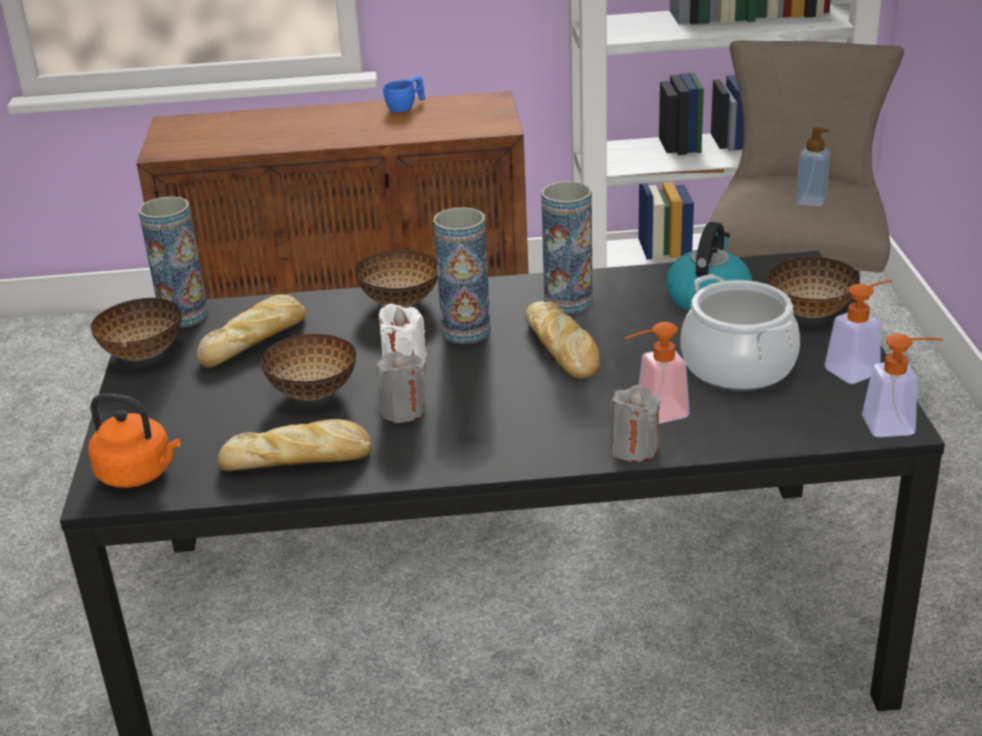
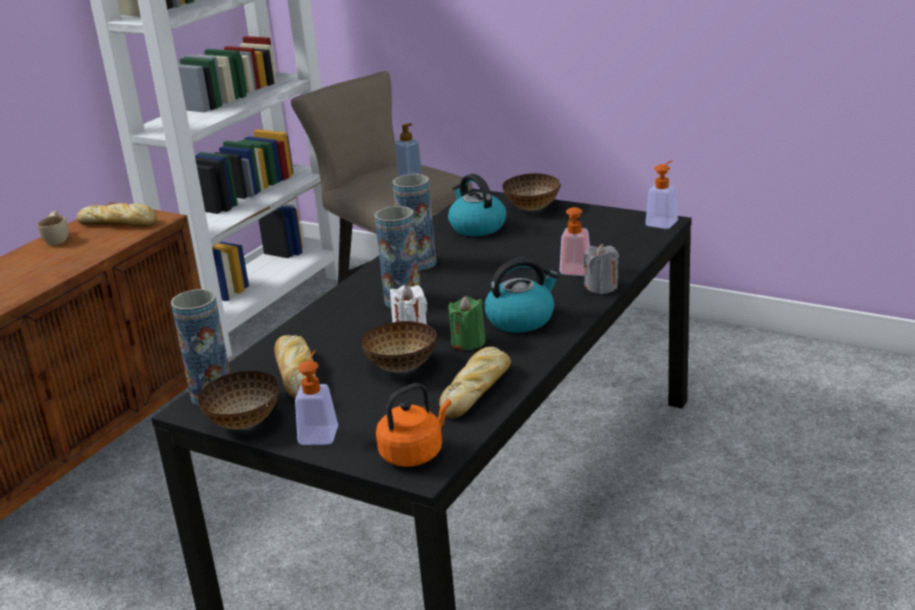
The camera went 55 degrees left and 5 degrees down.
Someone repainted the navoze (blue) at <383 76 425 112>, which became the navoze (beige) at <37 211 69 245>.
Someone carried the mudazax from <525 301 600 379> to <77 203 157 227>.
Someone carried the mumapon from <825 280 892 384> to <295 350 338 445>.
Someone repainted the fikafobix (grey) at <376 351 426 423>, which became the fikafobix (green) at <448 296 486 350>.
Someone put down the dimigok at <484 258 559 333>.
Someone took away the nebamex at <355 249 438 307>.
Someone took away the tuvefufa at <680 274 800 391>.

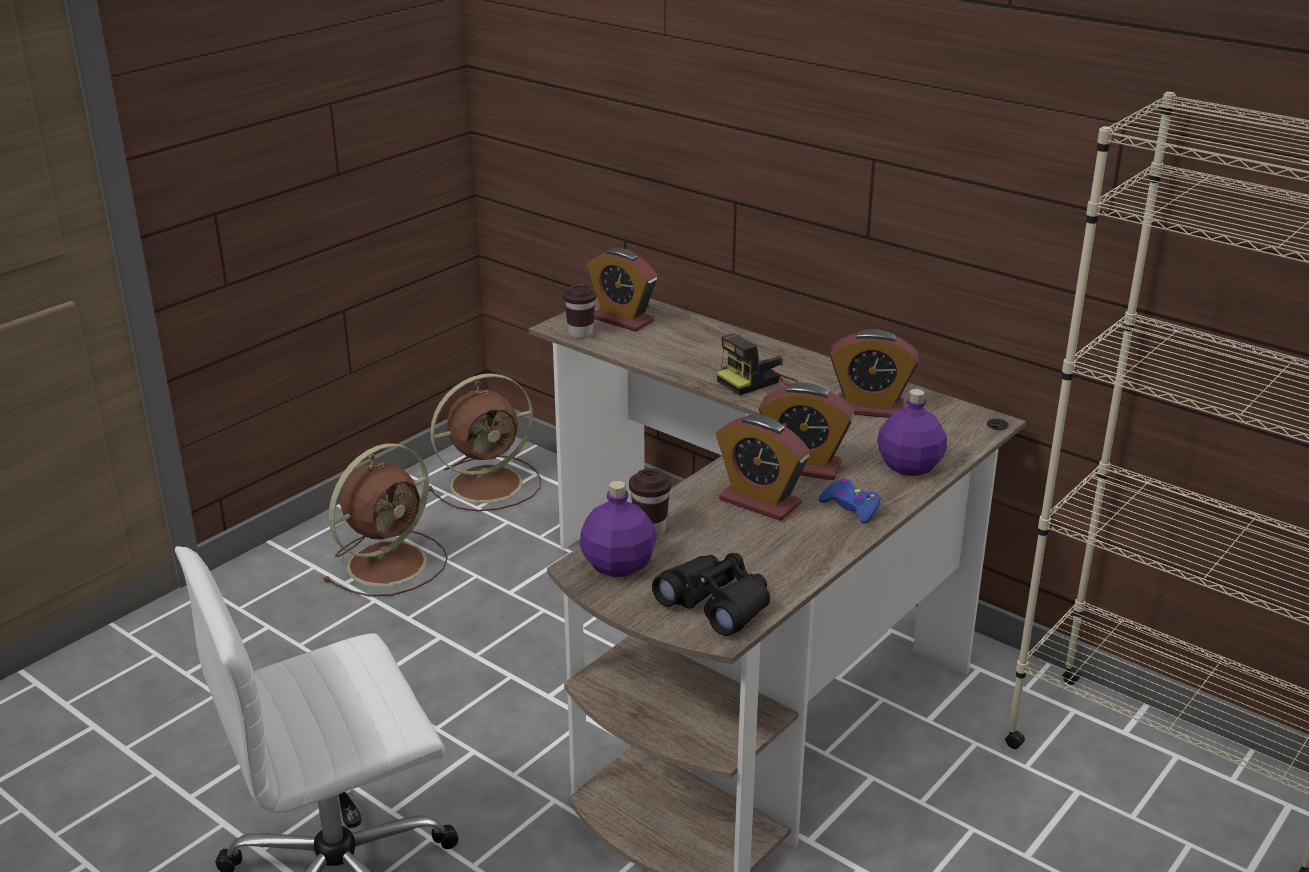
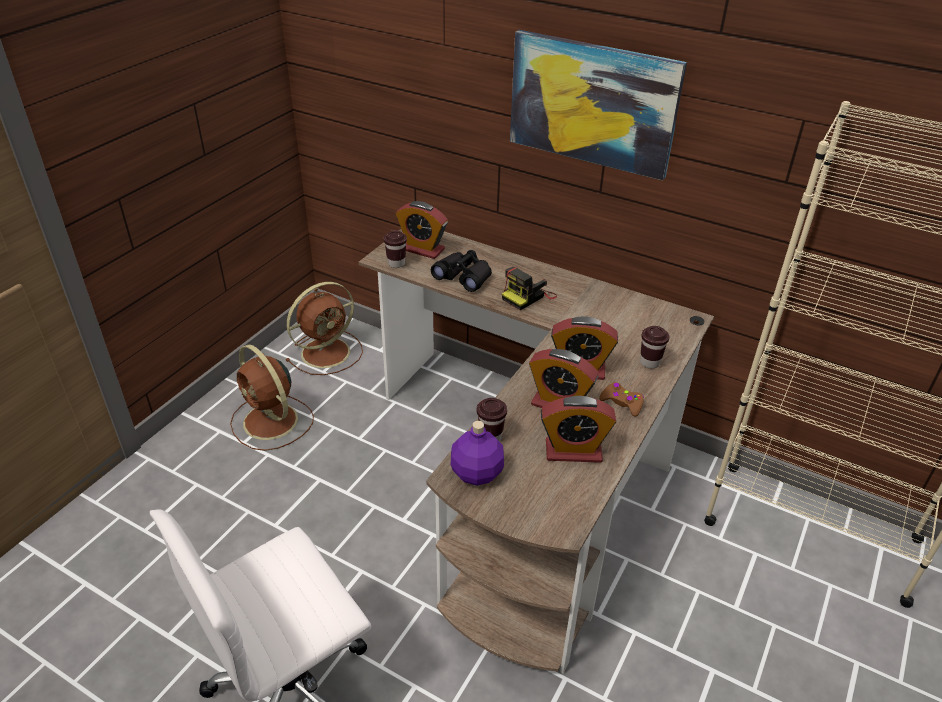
The camera went 10 degrees left and 10 degrees up.
Someone rotated the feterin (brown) at <323 443 448 597> by 105 degrees clockwise.
Someone carried the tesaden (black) from <652 553 770 636> to <431 250 492 292>.
Someone put up the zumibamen at <510 30 687 181>.
Someone carried the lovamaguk from <830 329 919 418> to <541 396 616 463>.
Someone repainted the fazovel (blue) at <819 478 881 523>, which became the fazovel (brown) at <599 382 644 417>.
Someone swapped the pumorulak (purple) at <877 389 947 476> for the navoze (brown) at <640 326 669 369>.

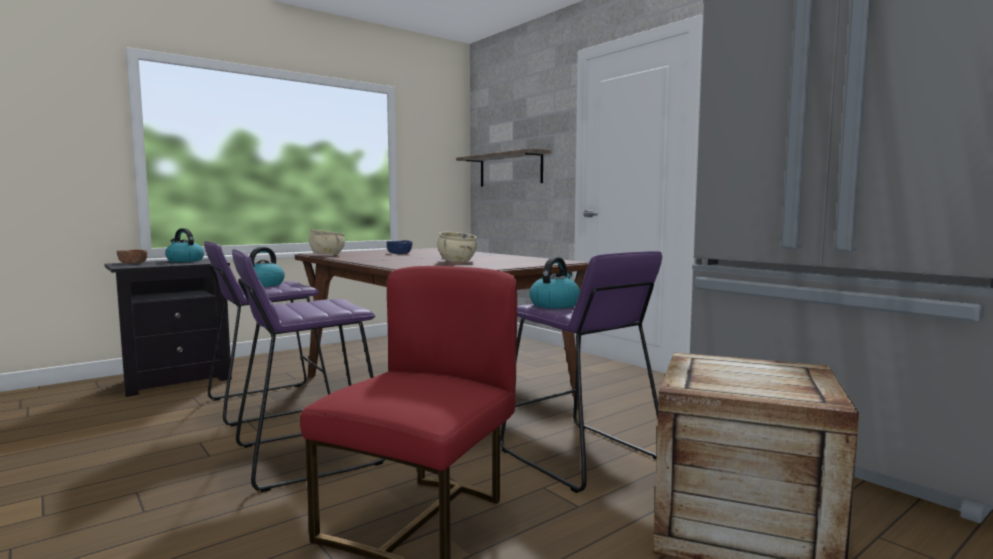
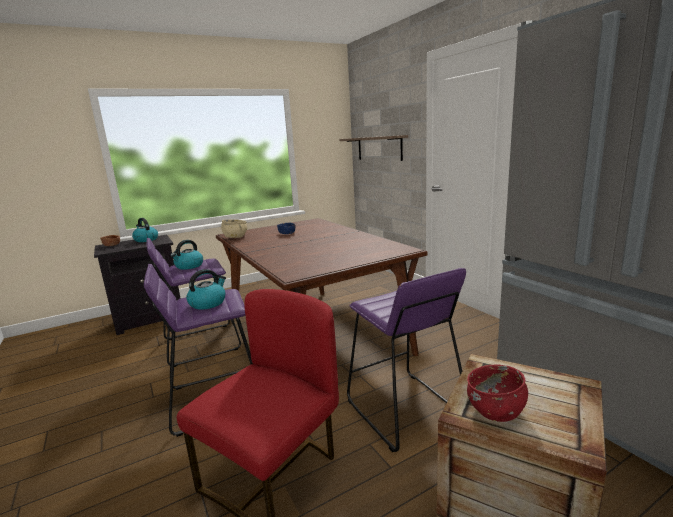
The camera went 10 degrees right and 10 degrees up.
Someone carried the dimigok from <529 257 580 309> to <186 269 226 310>.
Someone put down the nebamex (red) at <467 365 528 422>.
Someone took away the nebamex (beige) at <437 231 477 262>.

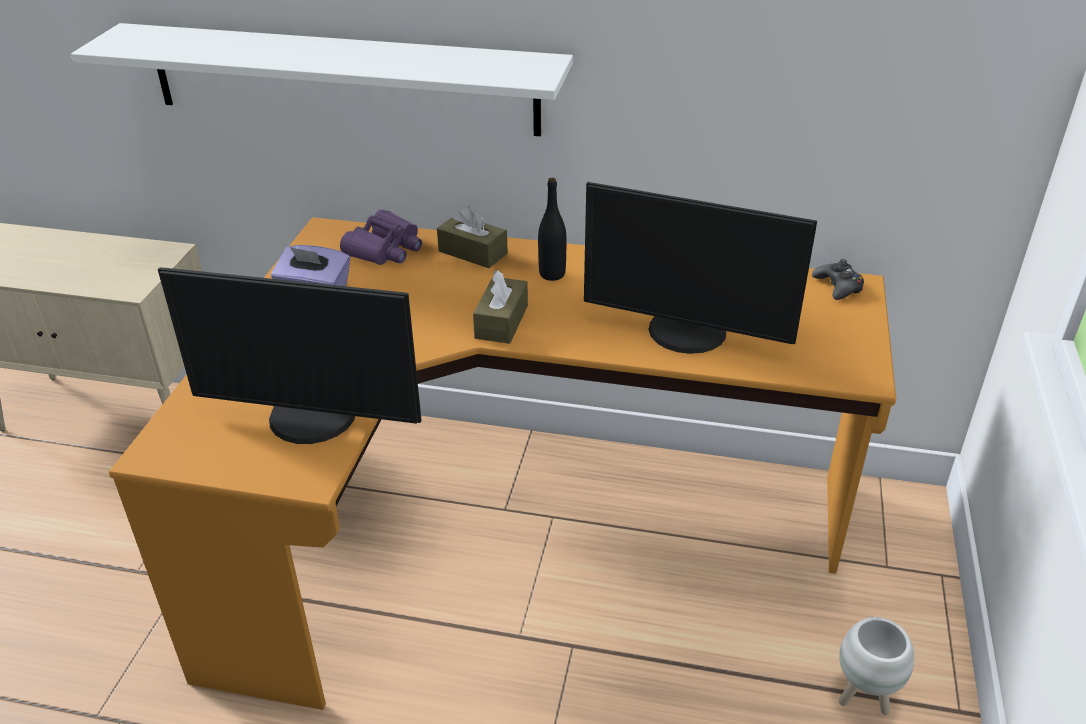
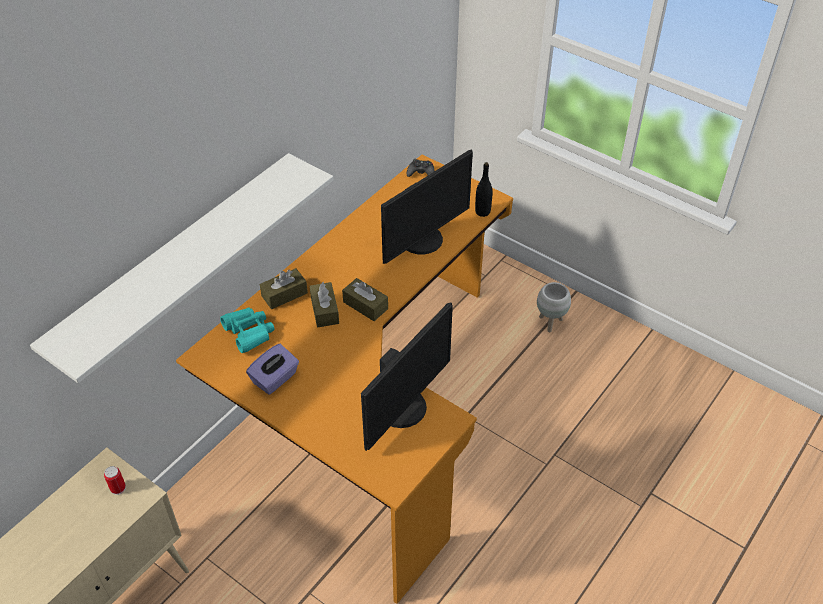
The camera went 65 degrees left and 10 degrees up.
Someone put down the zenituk at <104 466 126 495>.
Someone repainted the tesaden (purple) at <340 209 422 265>, which became the tesaden (turquoise) at <220 307 275 353>.
Someone put down the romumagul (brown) at <310 282 339 327>.
Someone carried the pumorulak (black) from <538 178 566 281> to <475 162 493 217>.

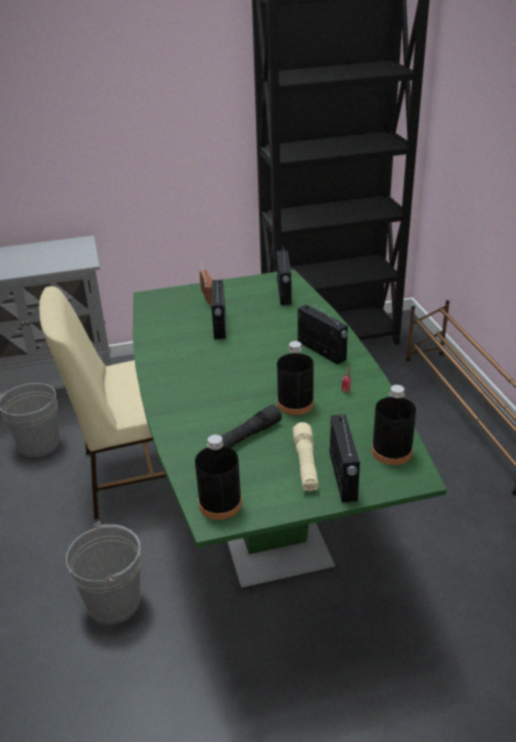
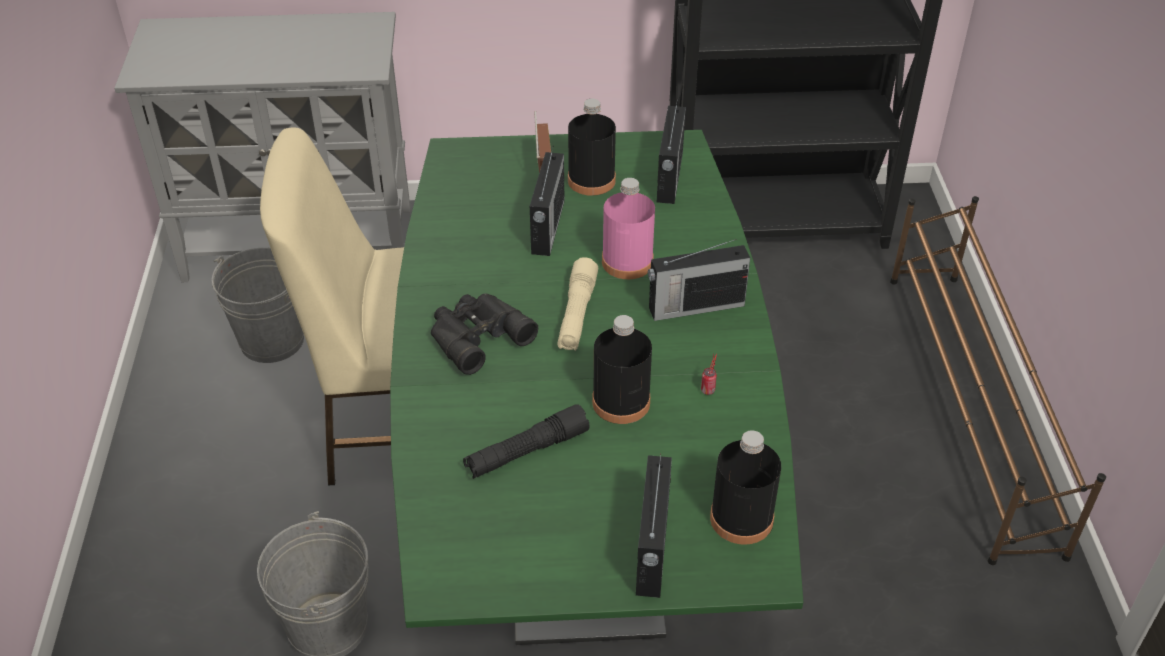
The camera went 10 degrees right and 10 degrees up.
Someone put down the tesaden (black) at <431 293 538 375>.
Someone carried the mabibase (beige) from <293 422 319 491> to <557 257 598 351>.
Someone carried the pumorulak (black) from <195 435 242 520> to <568 99 616 196>.
Someone put down the pumorulak (pink) at <602 178 655 279>.
Someone rotated the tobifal at <298 301 348 365> by 105 degrees clockwise.

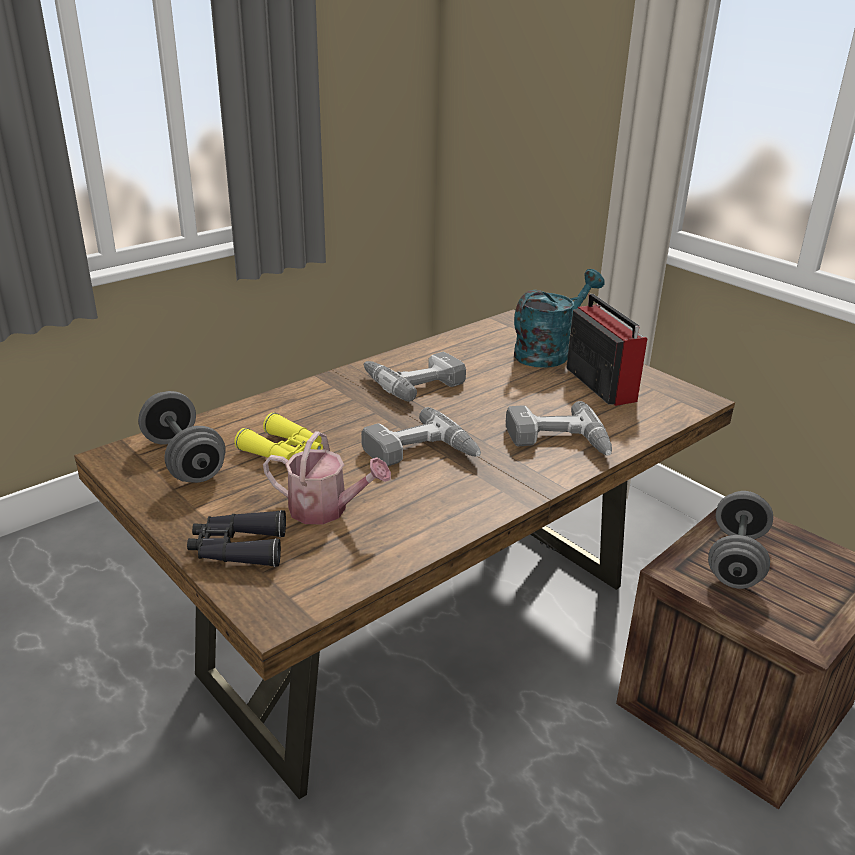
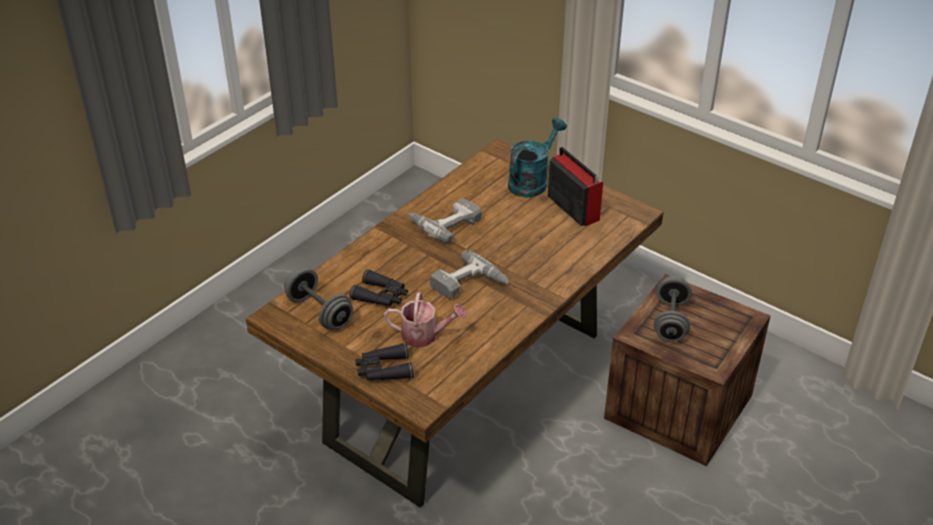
The camera went 10 degrees left and 10 degrees up.
Someone repainted the tesaden (yellow) at <234 413 323 460>, which became the tesaden (black) at <350 269 408 307>.
Someone took away the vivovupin at <506 401 612 455>.

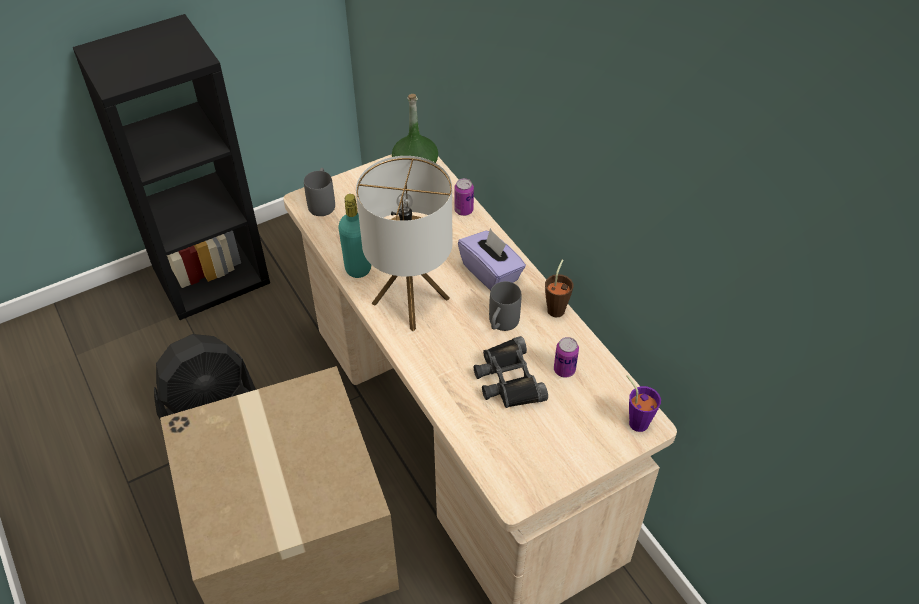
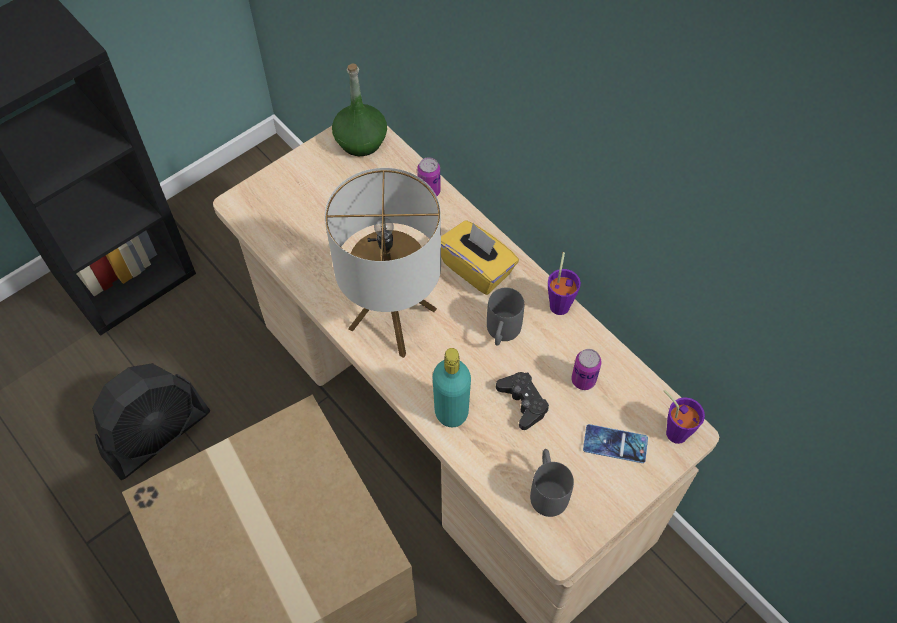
The camera went 10 degrees left and 10 degrees up.
Someone carried the pumorulak (turquoise) from <338 194 371 278> to <433 348 471 427>.
Someone repainted the romumagul (purple) at <458 228 526 290>, which became the romumagul (yellow) at <441 220 519 295>.
Someone swapped the tesaden (black) at <474 336 548 408> for the fazovel (black) at <496 372 549 430>.
Someone carried the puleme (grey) from <304 168 335 216> to <530 449 574 517>.
Someone repainted the navoze (brown) at <545 259 573 318>, which became the navoze (purple) at <548 252 581 315>.
Someone put down the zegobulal at <583 424 648 463>.

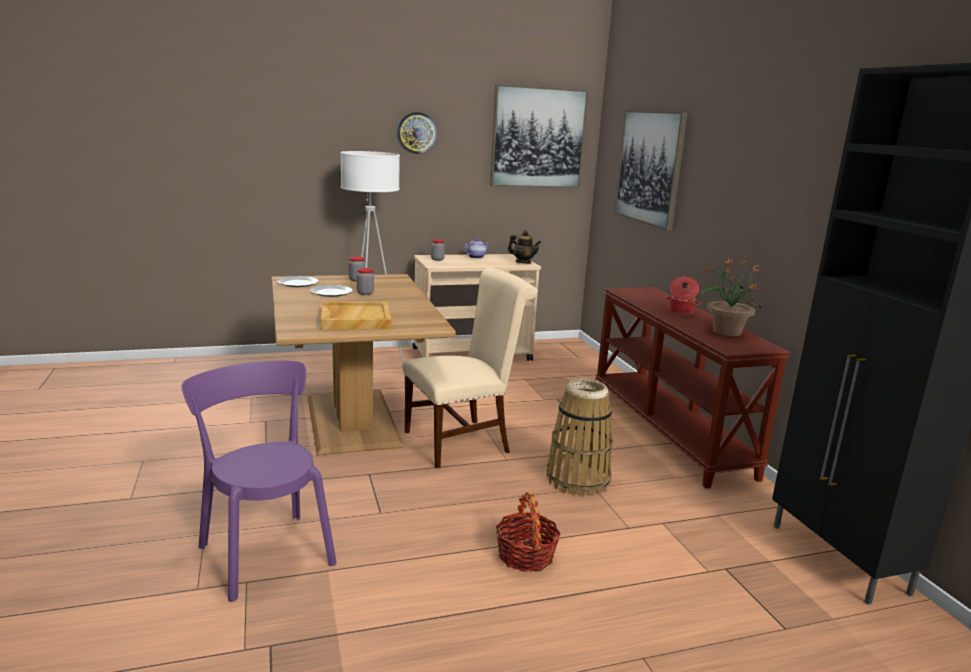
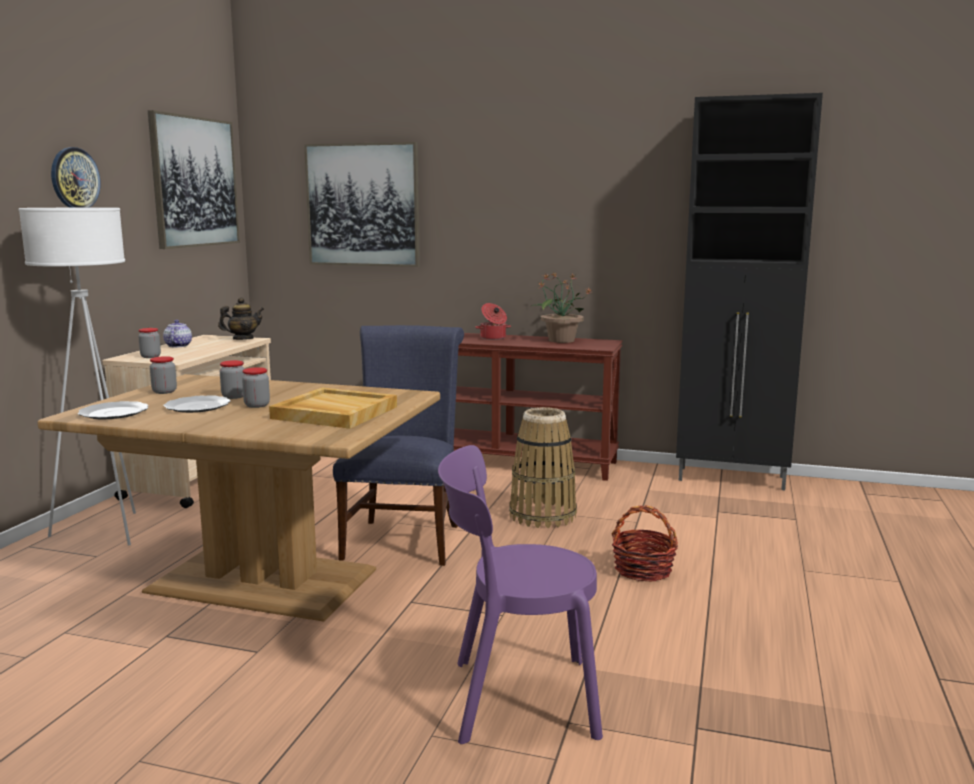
The camera went 55 degrees left and 5 degrees down.
Someone put down the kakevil at <242 367 270 408>.
Someone repainted the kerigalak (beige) at <402 267 537 468>, which became the kerigalak (blue) at <333 325 464 566>.

